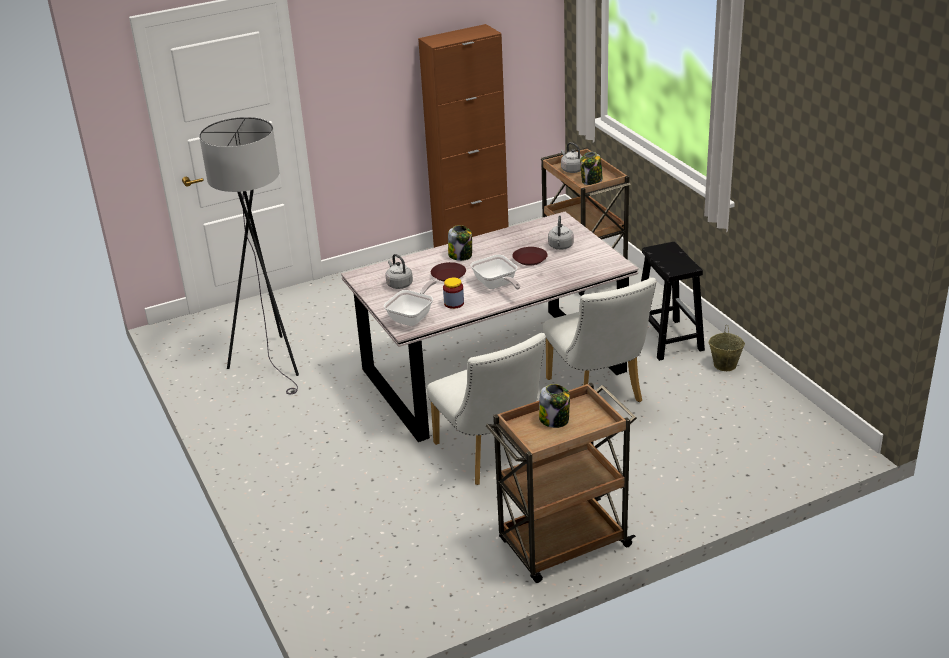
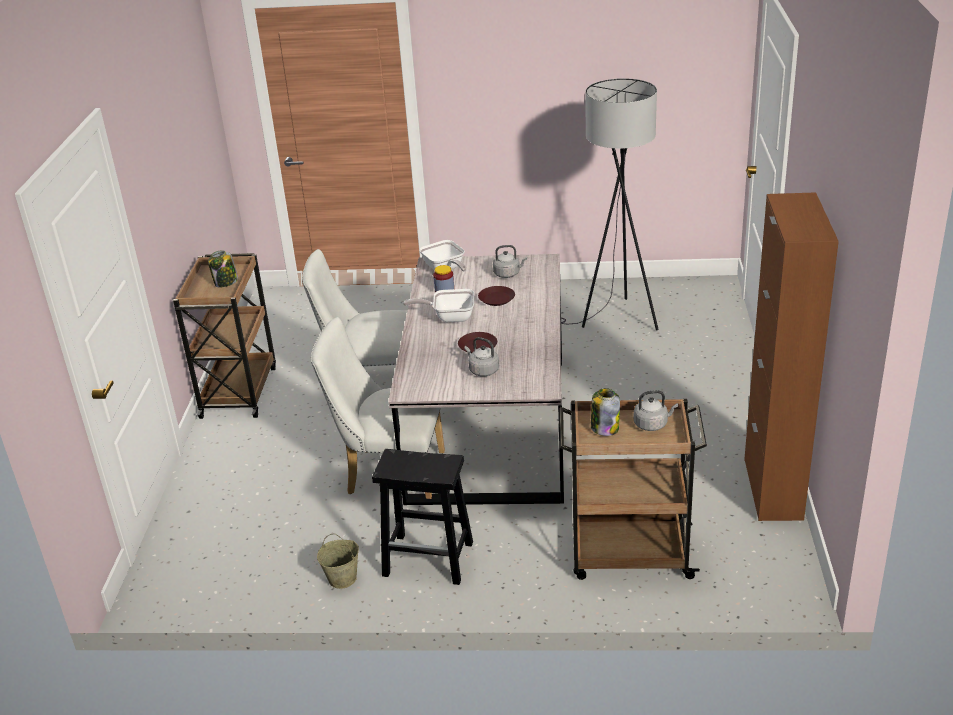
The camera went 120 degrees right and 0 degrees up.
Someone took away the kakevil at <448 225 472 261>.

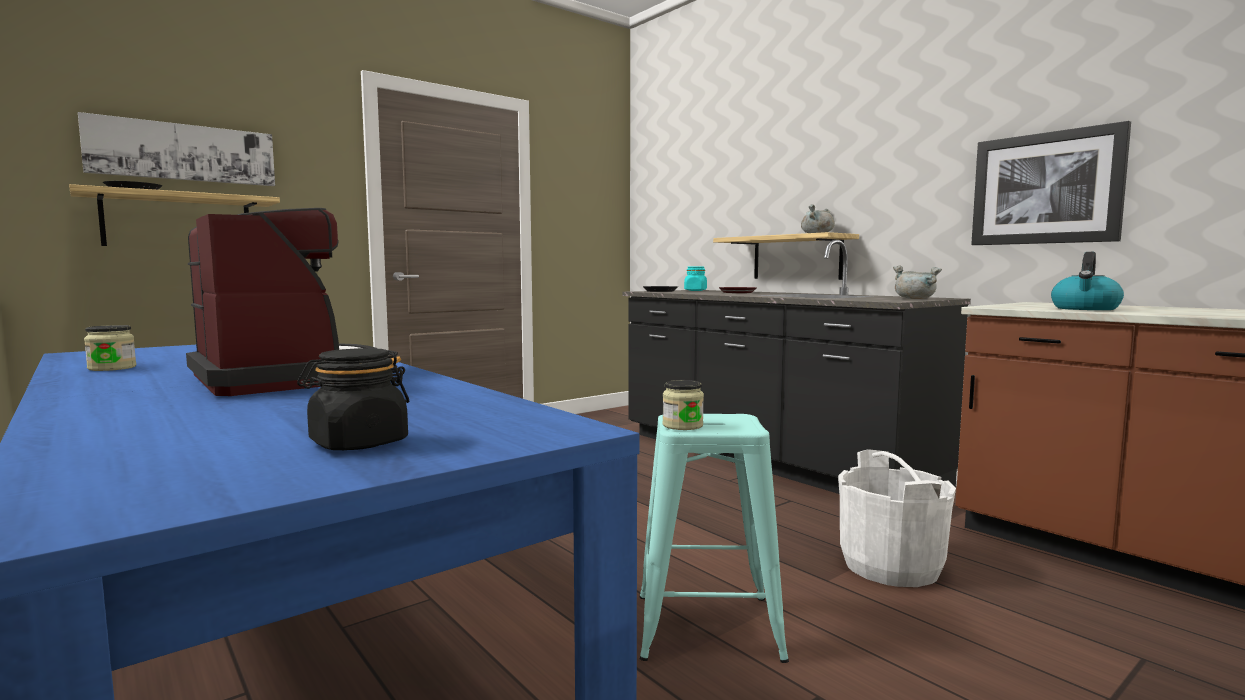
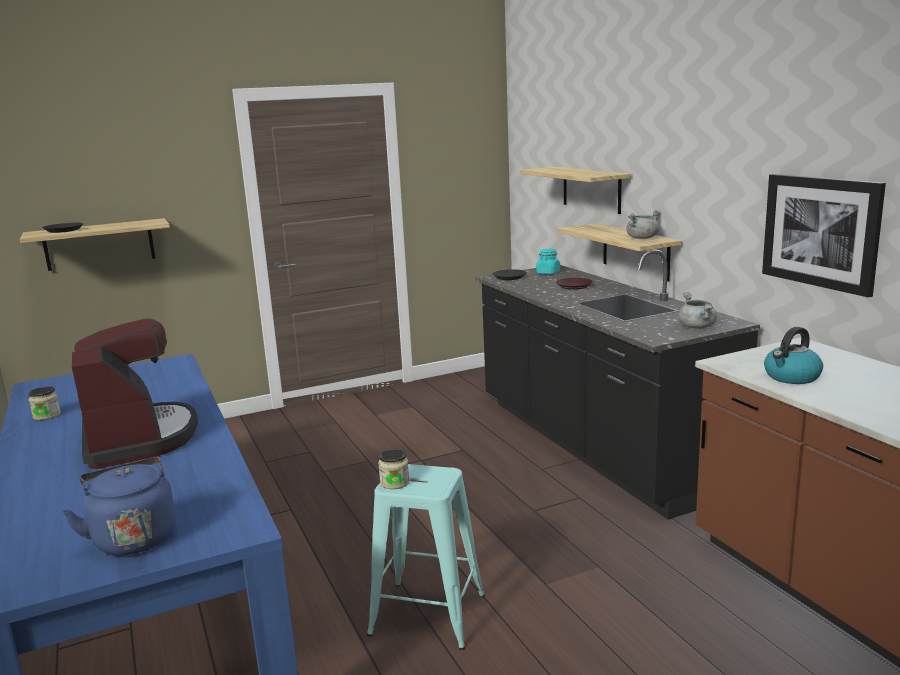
The camera went 15 degrees right and 10 degrees up.
Someone swapped the kakevil (black) at <297 348 409 450> for the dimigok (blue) at <62 457 176 556>.
Someone put up the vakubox at <520 167 631 214>.
Someone took away the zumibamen at <78 112 275 186>.
Someone took away the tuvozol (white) at <838 449 956 587>.

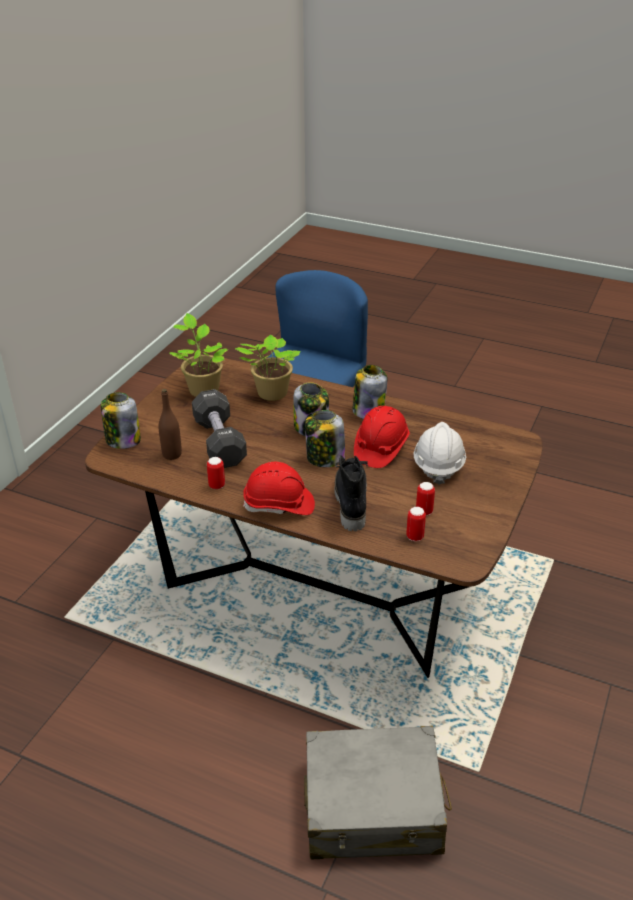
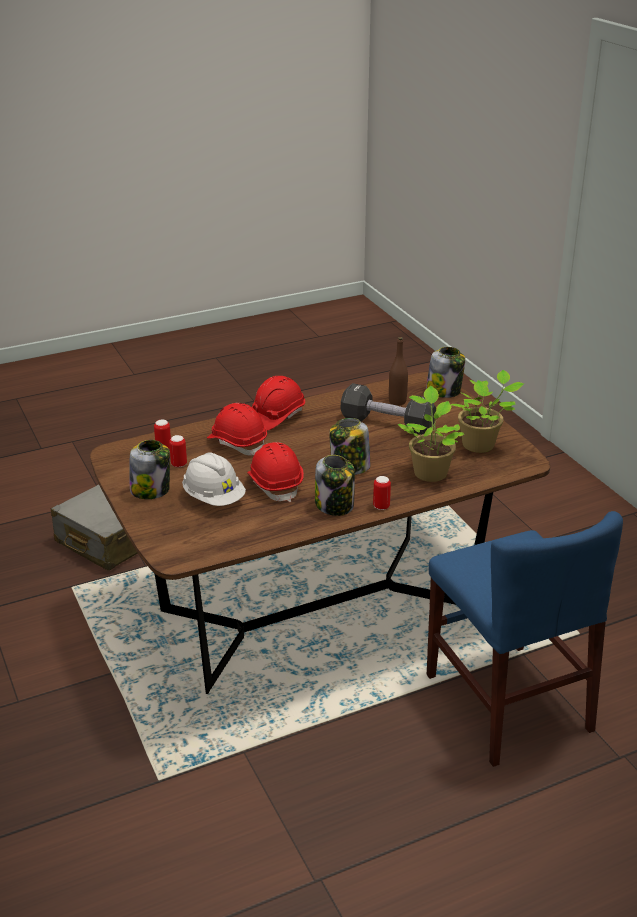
The camera went 130 degrees right and 5 degrees down.
Someone carried the kakevil from <305 410 345 467> to <130 440 170 499>.
Someone swapped the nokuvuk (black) at <335 455 369 531> for the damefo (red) at <207 403 267 455>.
Someone carried the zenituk from <207 457 225 489> to <373 476 391 510>.

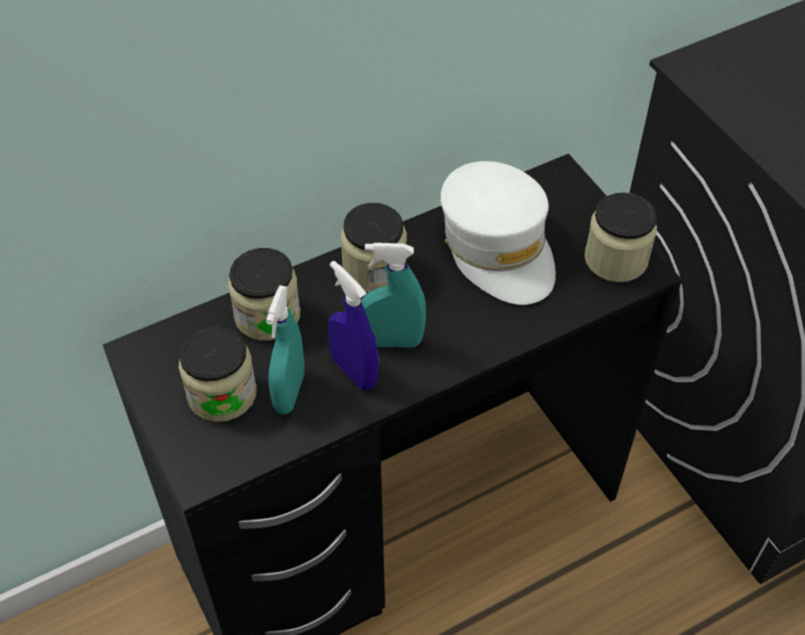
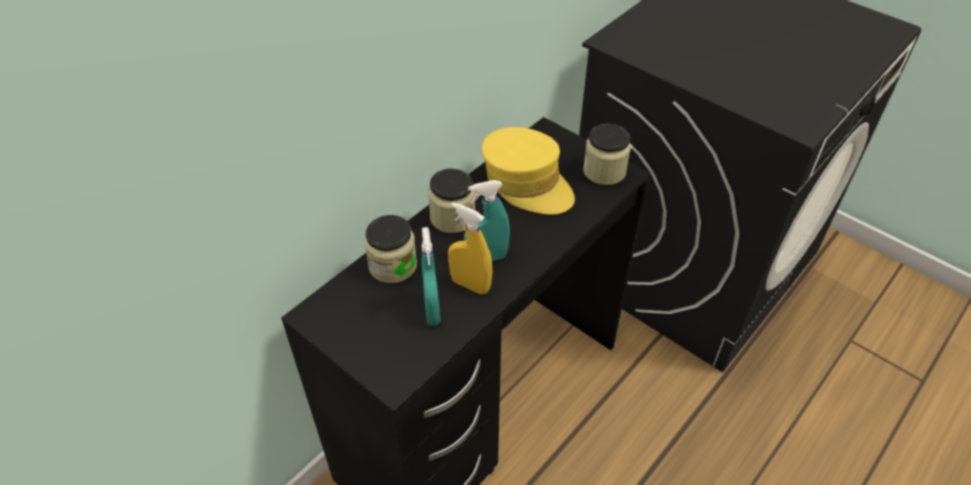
The camera went 20 degrees left and 5 degrees down.
Someone repainted the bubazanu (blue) at <328 261 379 390>, which became the bubazanu (yellow) at <448 202 493 295>.
Someone repainted the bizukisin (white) at <441 161 556 305>, which became the bizukisin (yellow) at <482 127 575 214>.
Someone took away the kakevil at <179 325 257 422>.

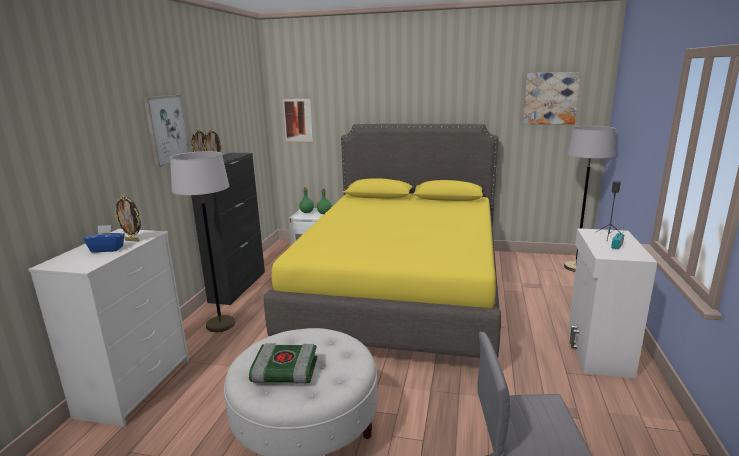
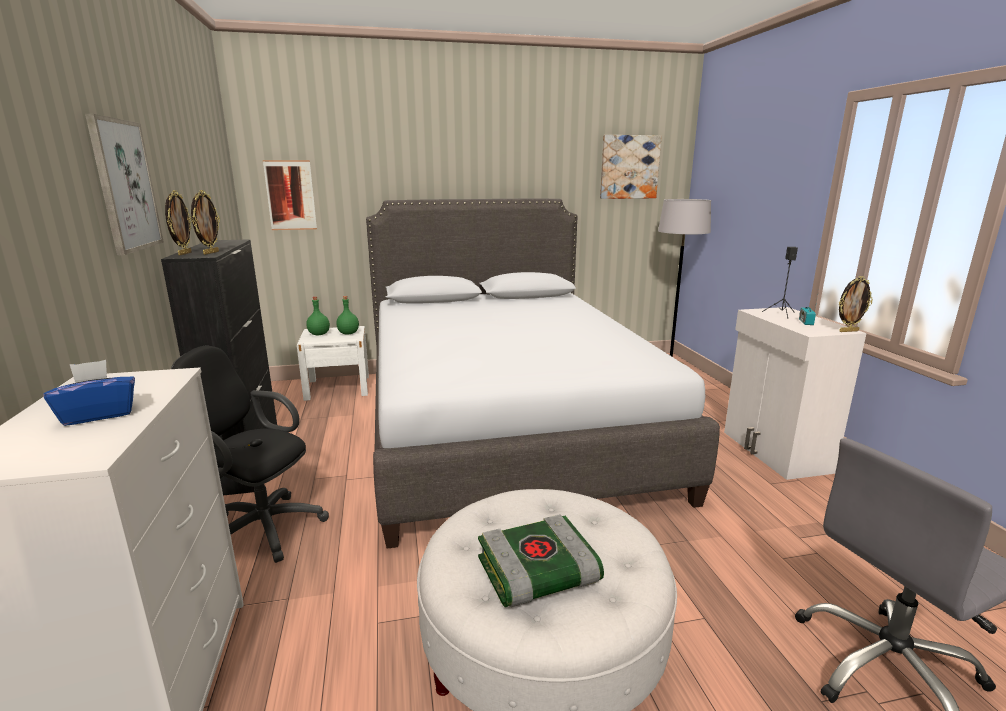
The camera went 25 degrees left and 0 degrees up.
Someone swapped the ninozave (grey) at <170 151 235 332> for the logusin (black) at <171 346 329 563>.
Someone repainted the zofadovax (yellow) at <264 124 501 358>, which became the zofadovax (grey) at <366 199 720 549>.
Someone carried the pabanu from <114 195 141 242> to <839 276 873 332>.

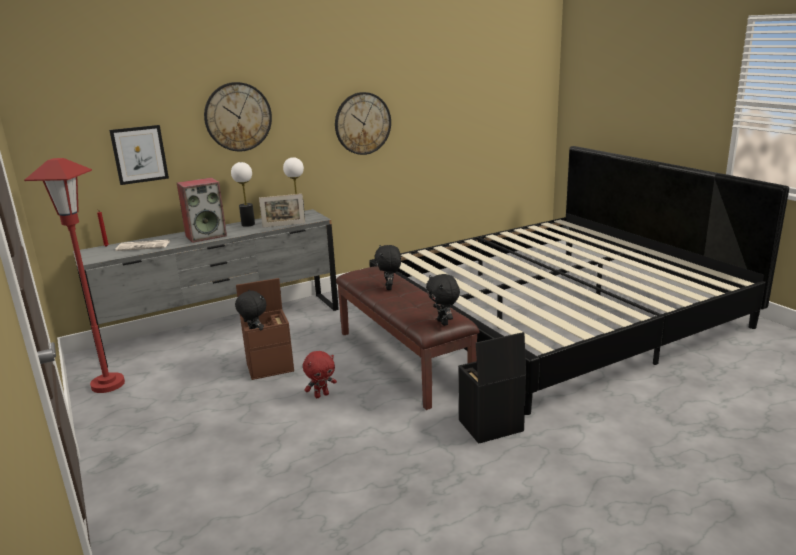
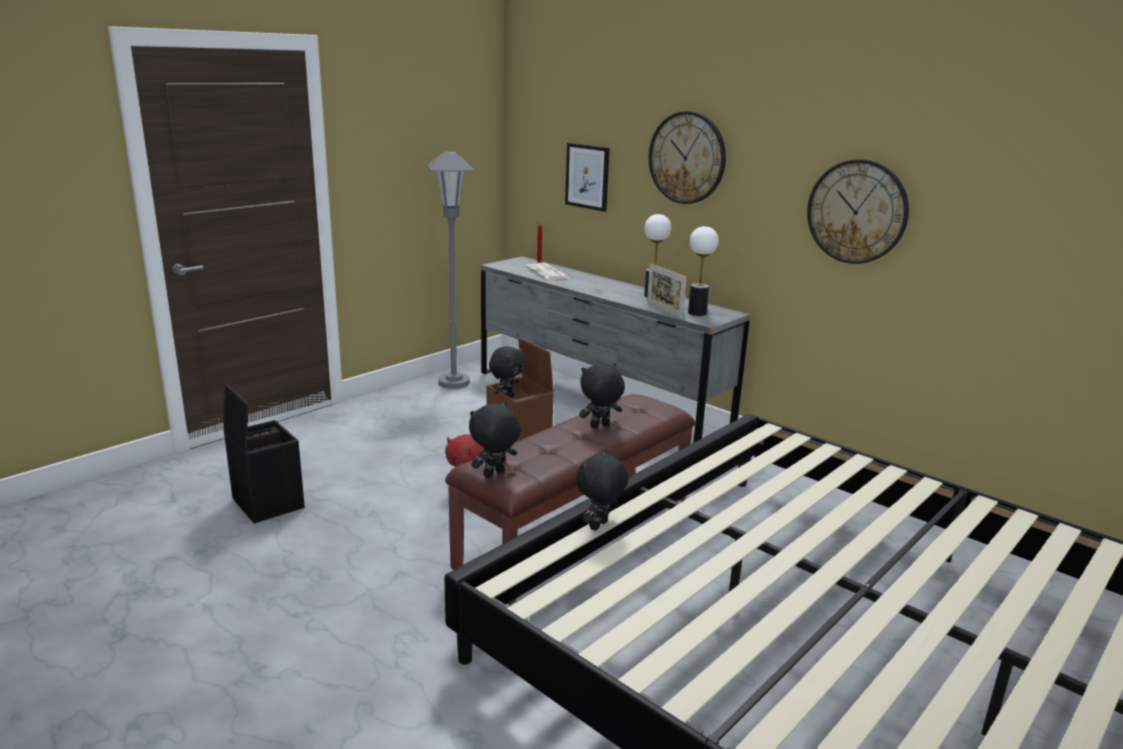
The camera went 70 degrees right and 0 degrees up.
Someone carried the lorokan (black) from <458 332 526 444> to <224 384 305 523>.
Someone repainted the ninozave (red) at <24 158 125 393>, which became the ninozave (grey) at <427 152 475 389>.
Someone put down the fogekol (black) at <576 450 629 531>.
Someone took away the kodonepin at <177 177 227 243>.

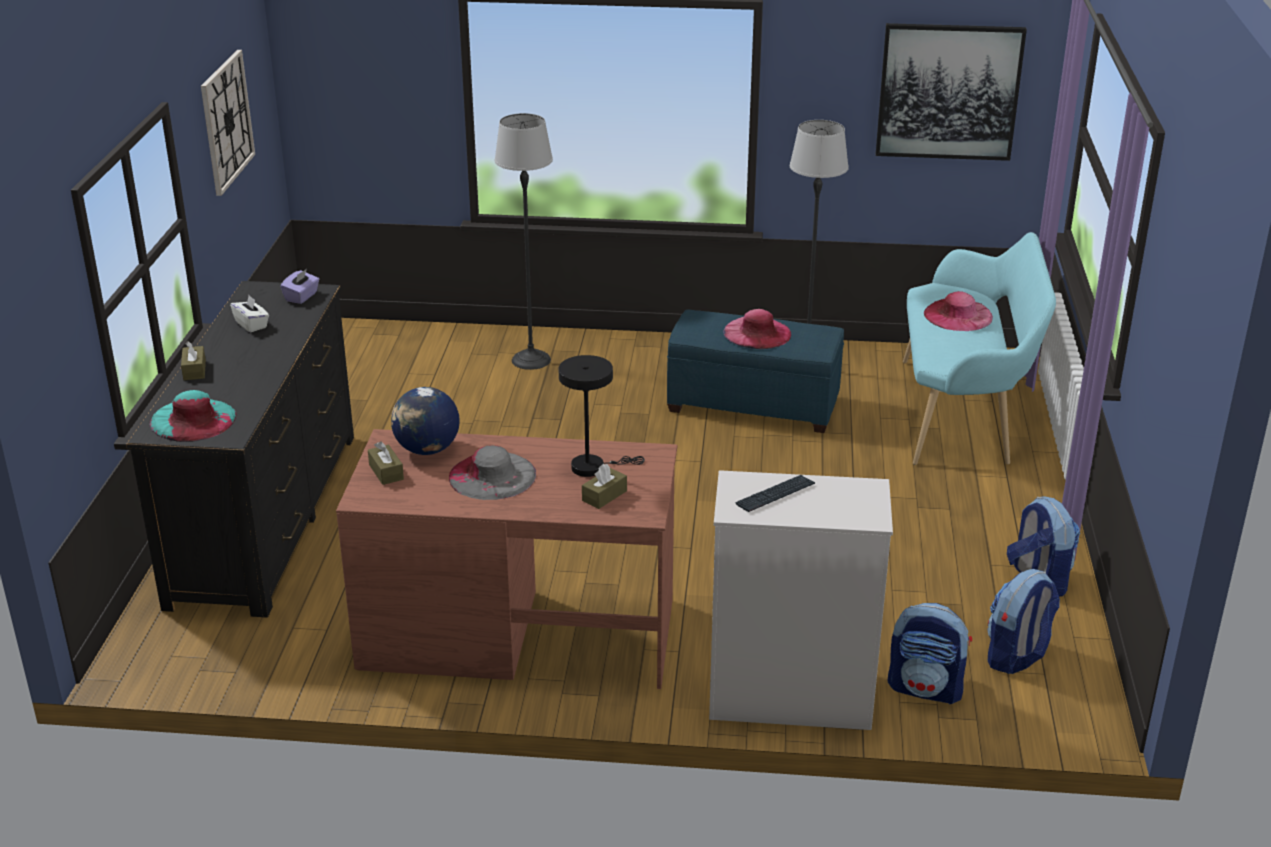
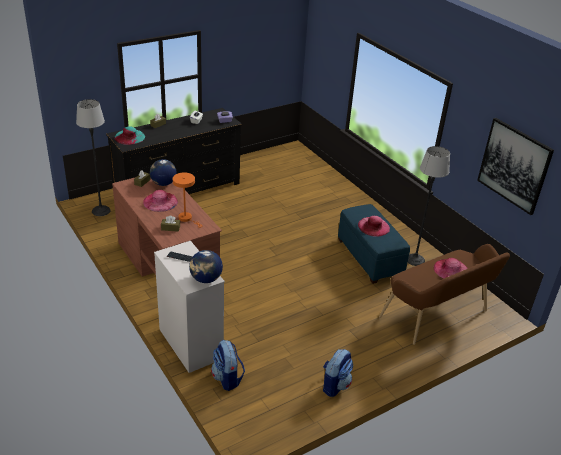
The camera went 50 degrees right and 5 degrees up.
Someone carried the ninozave from <495 113 553 370> to <76 99 111 216>.
Someone repainted the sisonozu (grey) at <449 445 536 500>, which became the sisonozu (pink) at <143 190 178 212>.
Someone repainted the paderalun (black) at <559 355 645 477>, which became the paderalun (orange) at <173 172 202 228>.
Someone put down the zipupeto at <189 250 223 283>.
Someone repainted the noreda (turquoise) at <903 232 1056 465>, which became the noreda (brown) at <379 244 510 345>.
Someone took away the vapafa at <201 50 255 196>.
Someone took away the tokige at <988 569 1060 674>.

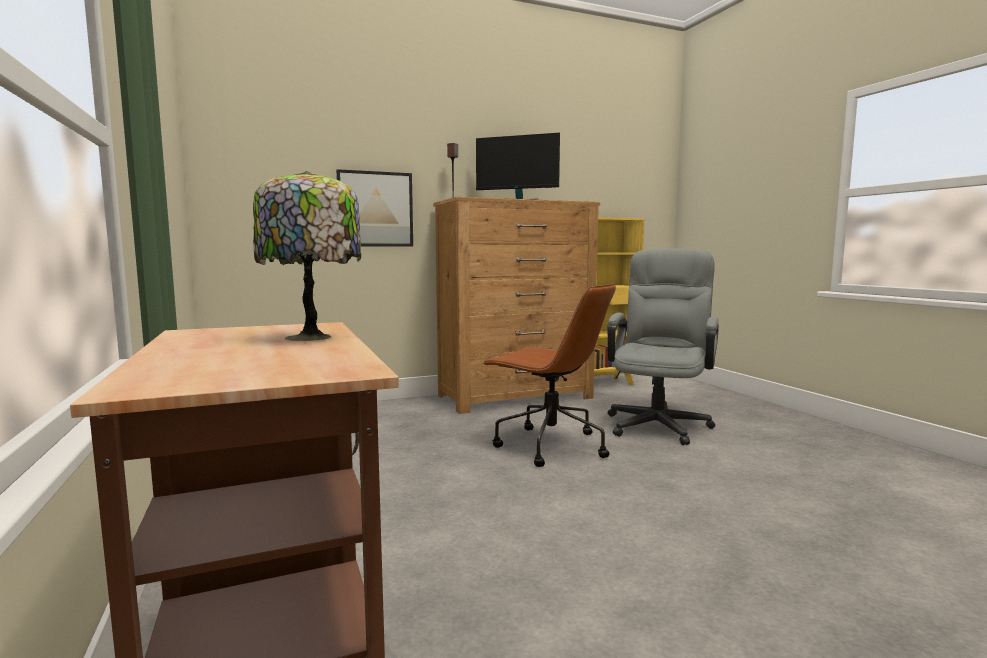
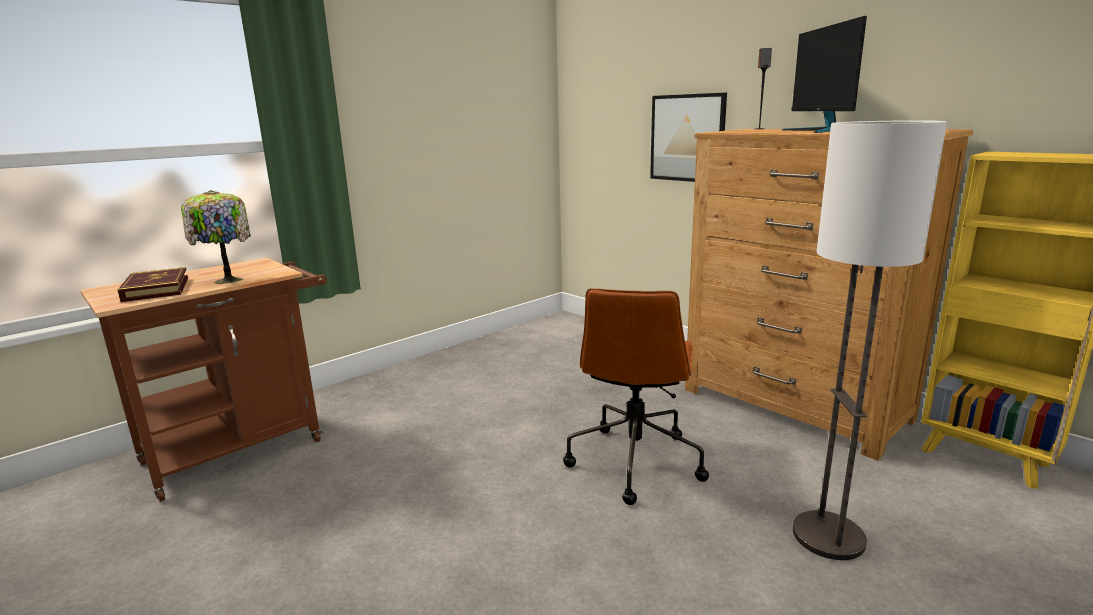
The camera went 70 degrees right and 10 degrees up.
Someone put down the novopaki at <118 267 188 302>.
Someone swapped the logusin (grey) at <607 248 719 445> for the ninozave at <793 120 947 560>.

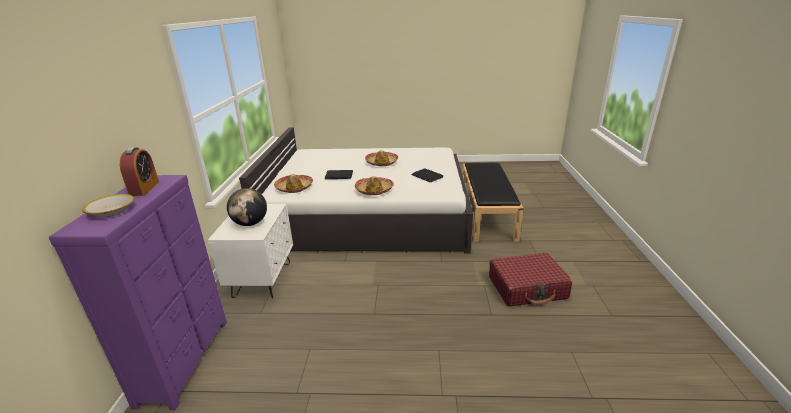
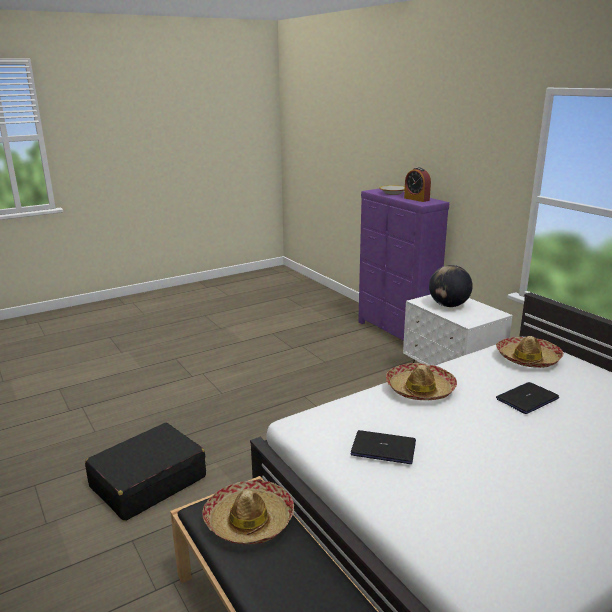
The camera went 145 degrees right and 5 degrees down.
Someone repainted the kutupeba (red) at <489 253 572 307>, which became the kutupeba (black) at <85 423 206 521>.
Someone carried the sisonozu from <365 150 398 166> to <202 480 294 545>.

